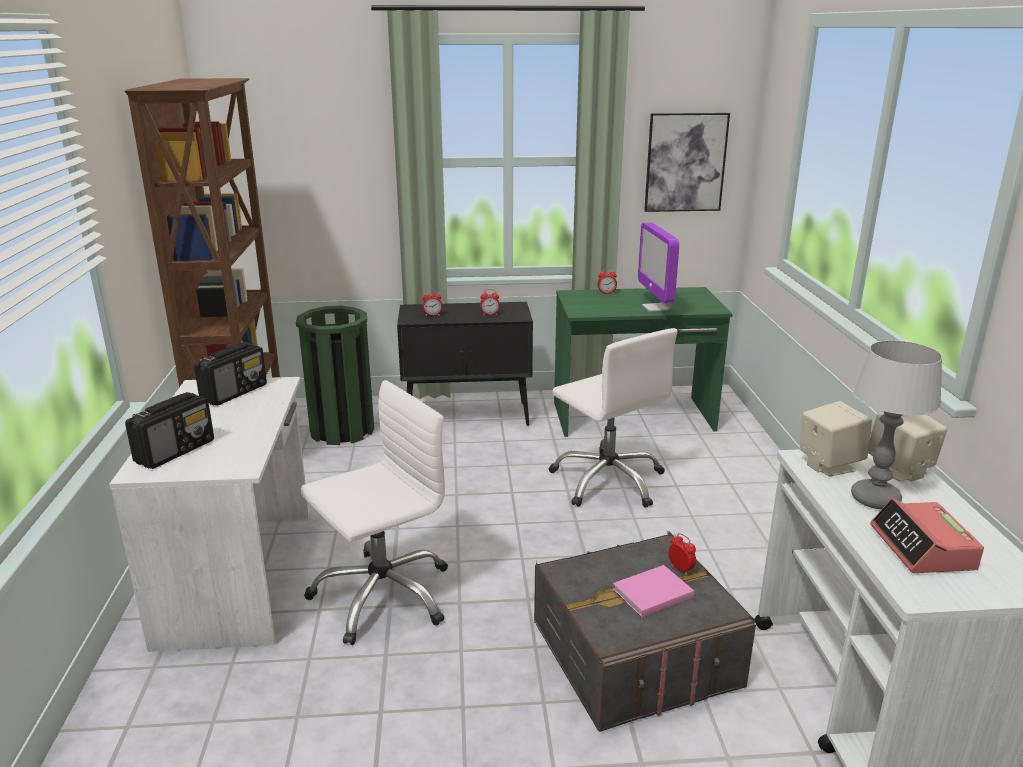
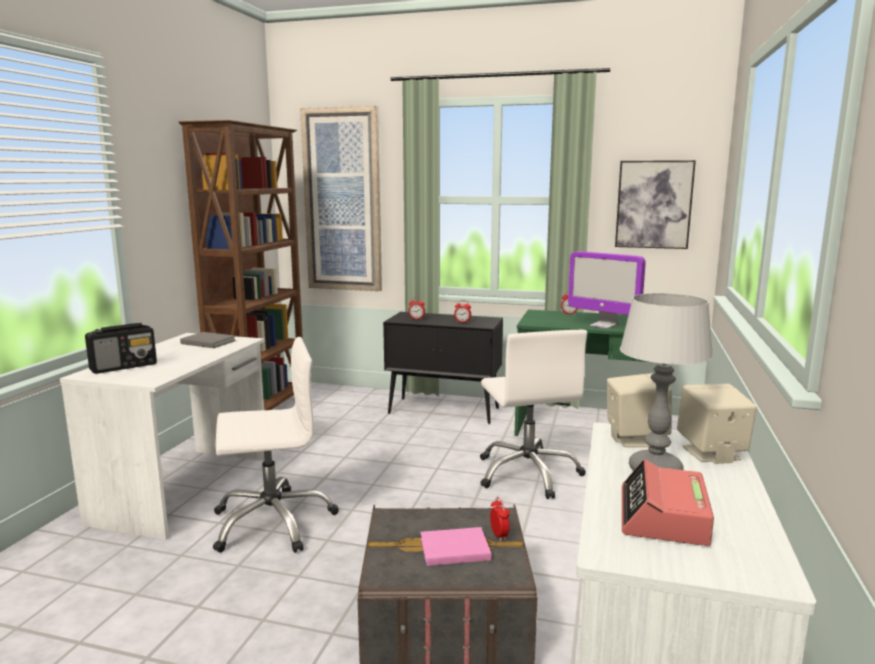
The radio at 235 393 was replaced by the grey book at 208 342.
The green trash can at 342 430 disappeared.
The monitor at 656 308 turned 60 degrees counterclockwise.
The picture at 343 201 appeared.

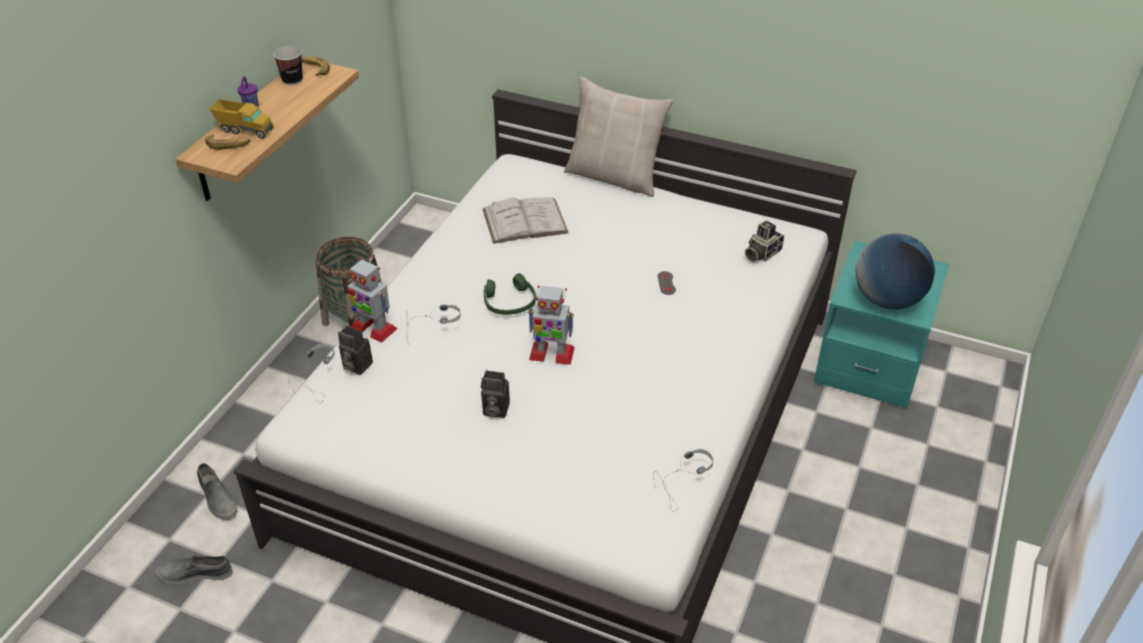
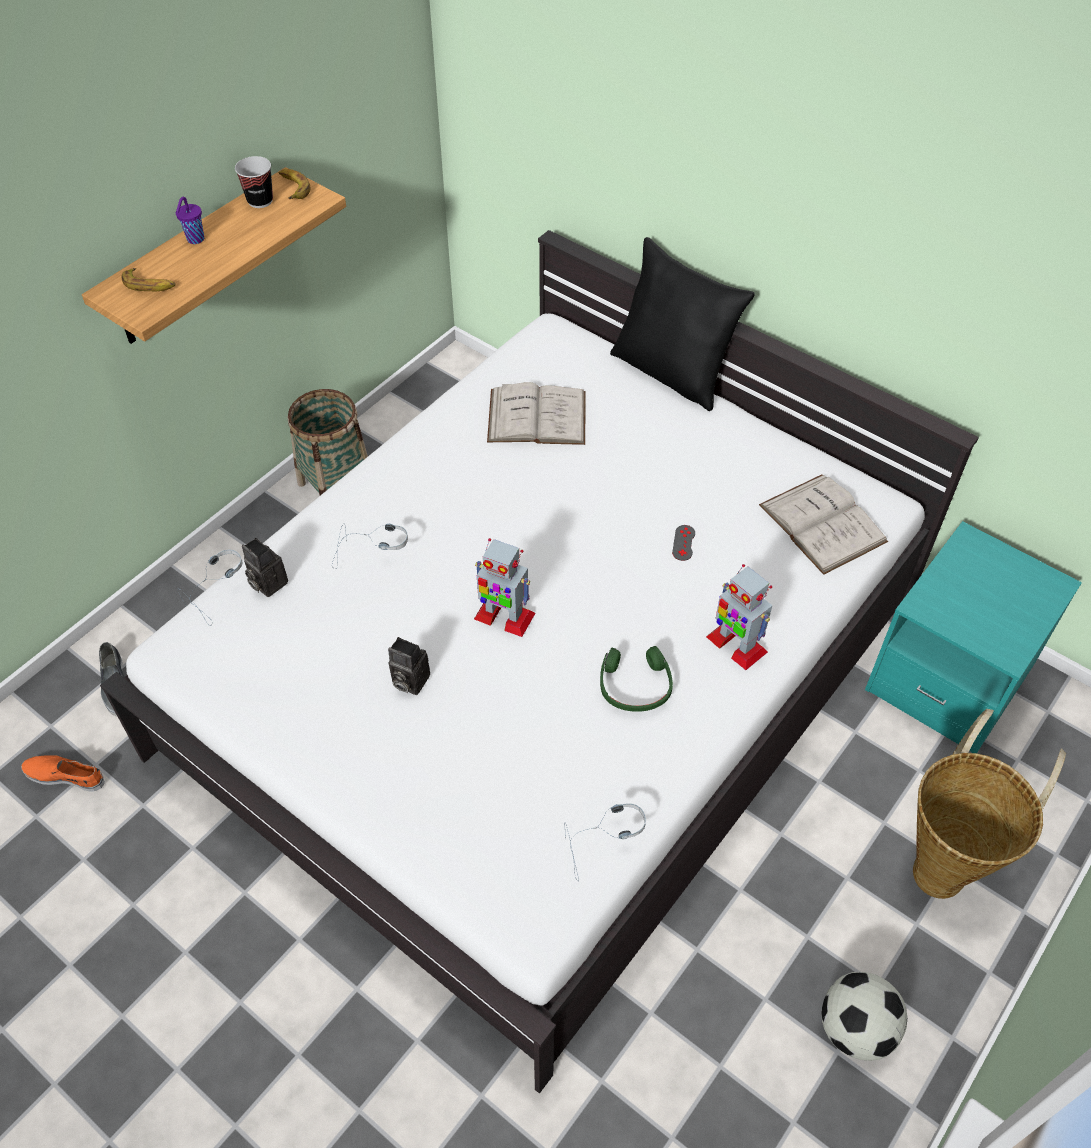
The grey shoe at 195 573 became the orange shoe at 65 775.
The toy truck at 244 130 disappeared.
The toy robot moved from 373 328 to 735 644.
The green headphones moved from 509 302 to 635 685.
The beige pillow at 615 176 became the black pillow at 672 372.
The photo camera at 761 253 was replaced by the white book at 822 523.
The globe at 887 300 disappeared.
The football at 855 1028 appeared.
The basket at 944 866 appeared.

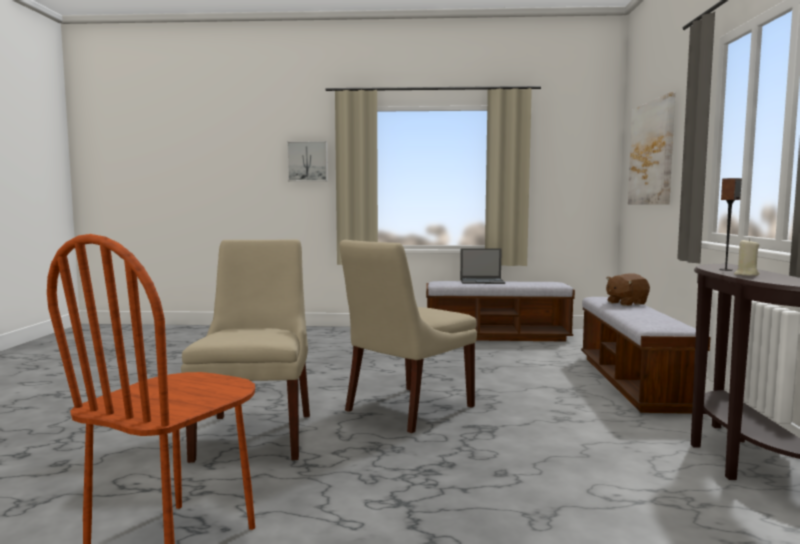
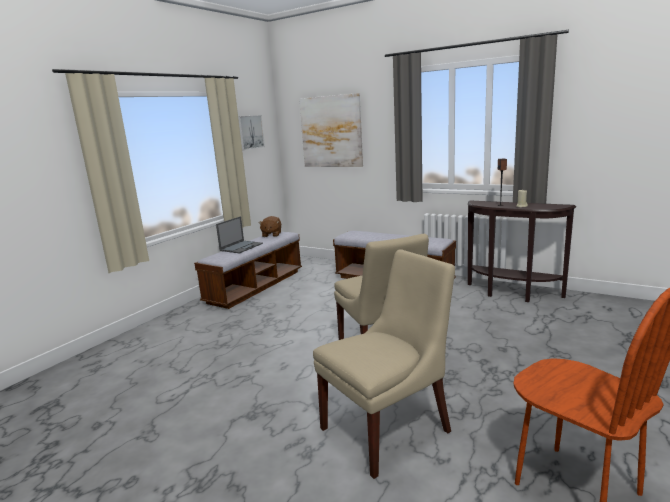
The beige chair at 256 435 turned 120 degrees clockwise.
The picture moved from 307 161 to 249 132.
The brown plush toy moved from 626 303 to 271 234.

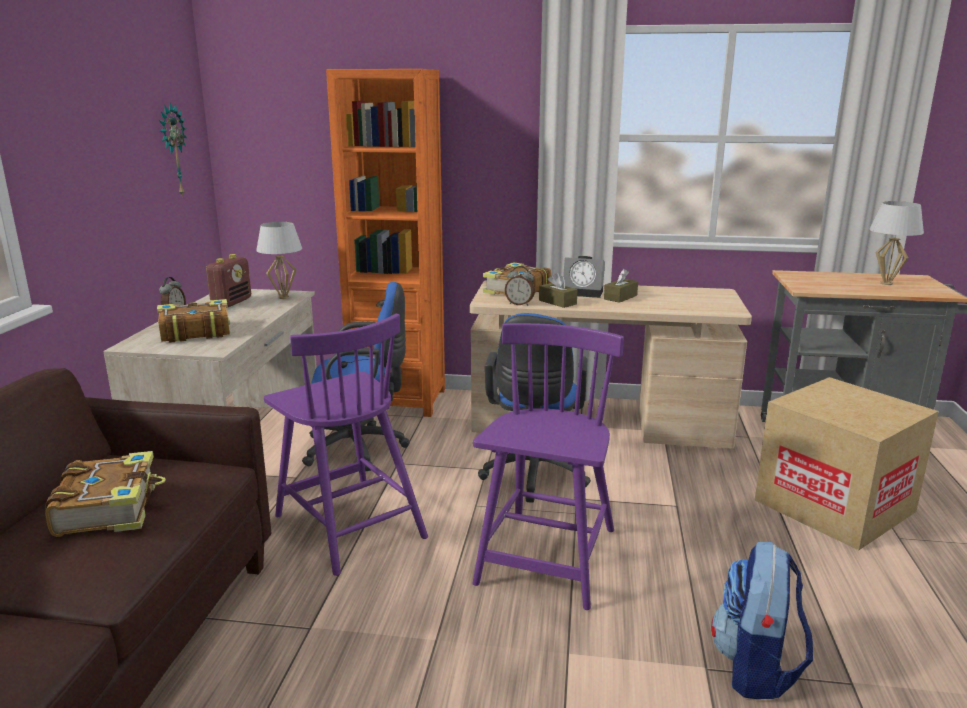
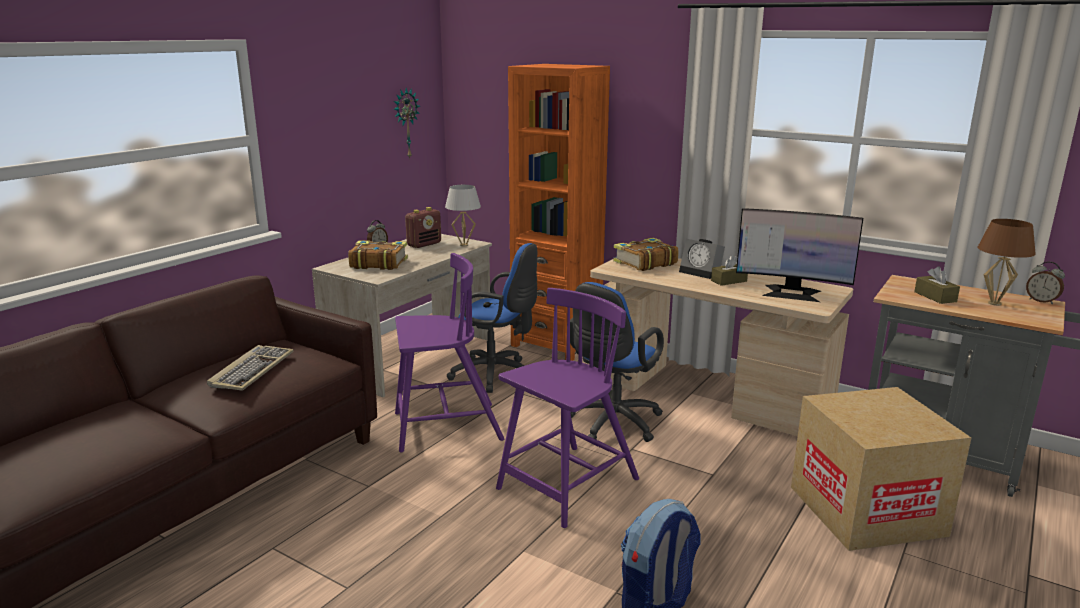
The book at 110 508 was replaced by the keyboard at 251 370.
The purple chair at 348 525 turned 90 degrees counterclockwise.
The alarm clock moved from 519 304 to 1041 301.
The brown tissue box moved from 557 302 to 935 297.
The white table lamp at 886 283 became the brown table lamp at 994 303.
The monitor at 791 293 appeared.

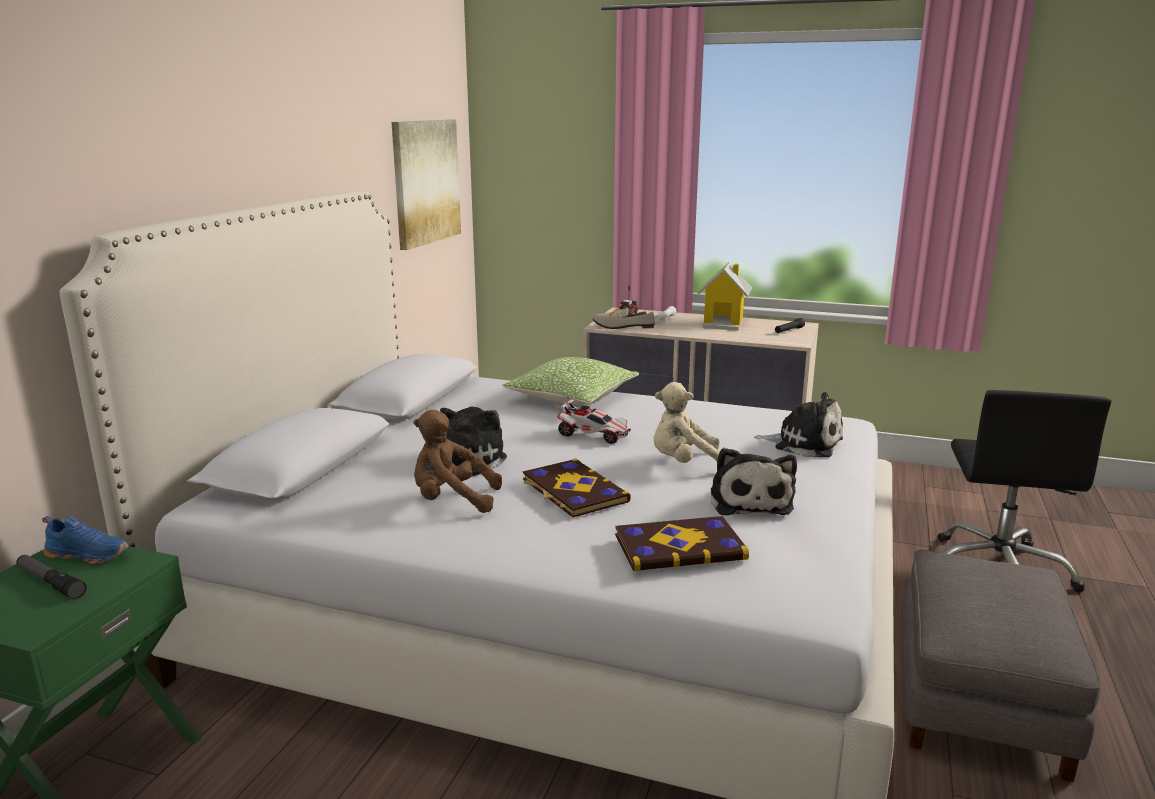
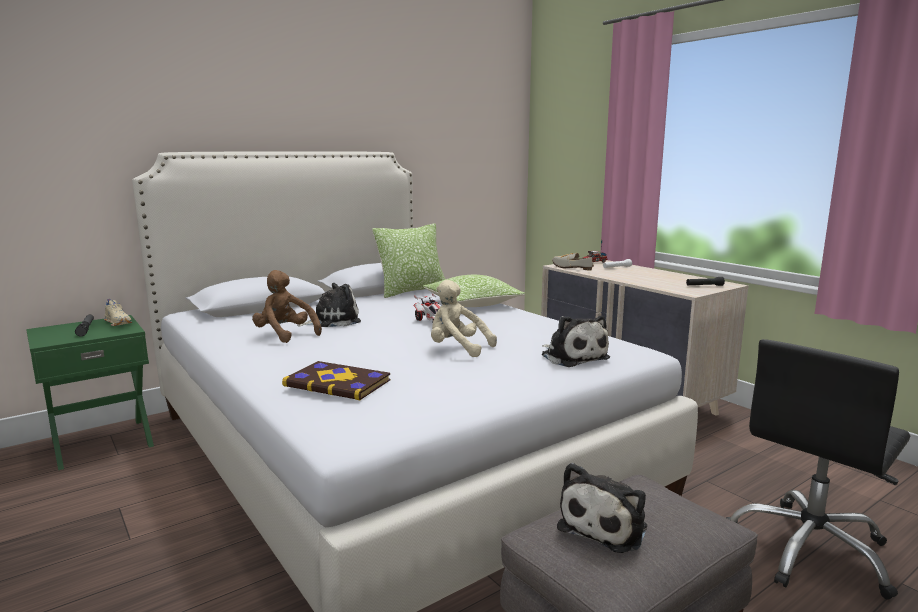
The blue shoe at 89 554 became the beige shoe at 119 323.
The picture at 425 182 disappeared.
The book at 573 491 disappeared.
The toy house at 724 323 disappeared.
The plush toy moved from 749 501 to 605 526.
The pillow at 412 291 appeared.

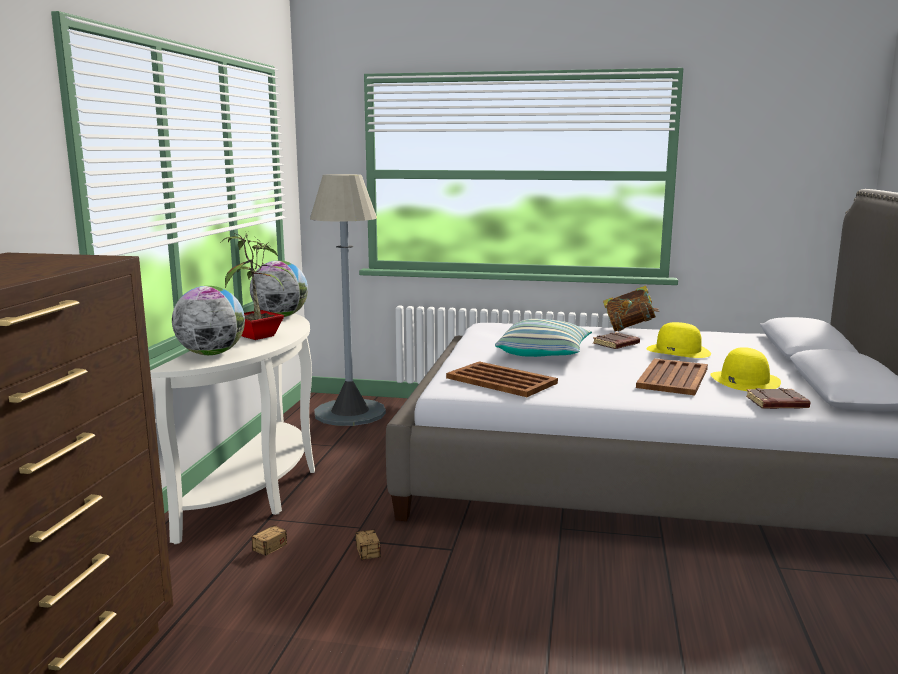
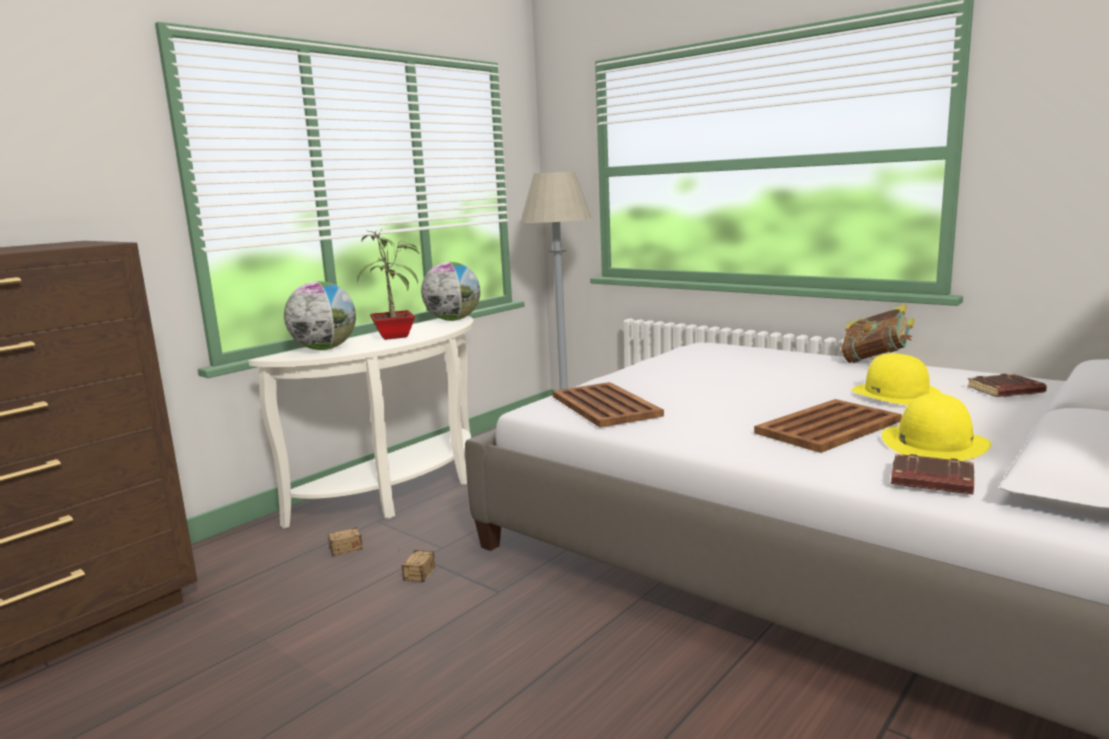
The pillow at 544 354 disappeared.
The brown book moved from 616 344 to 1005 391.

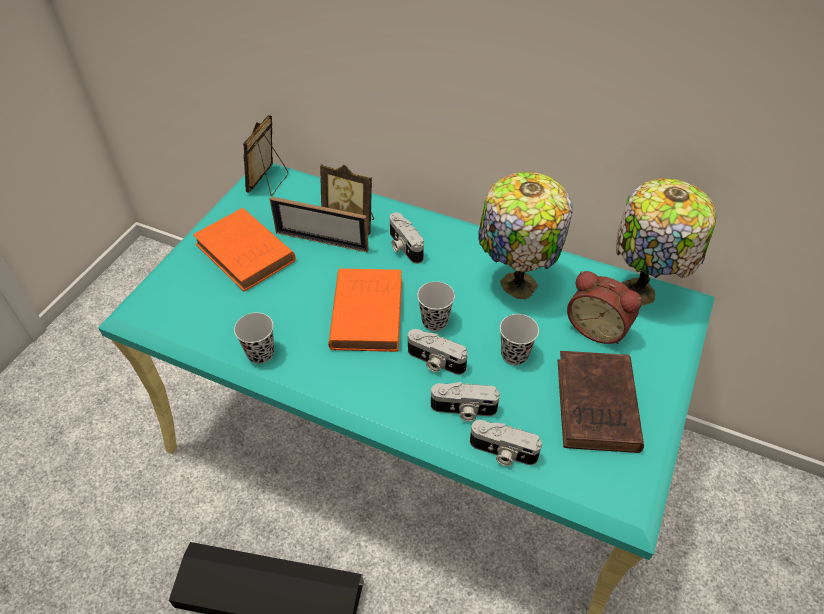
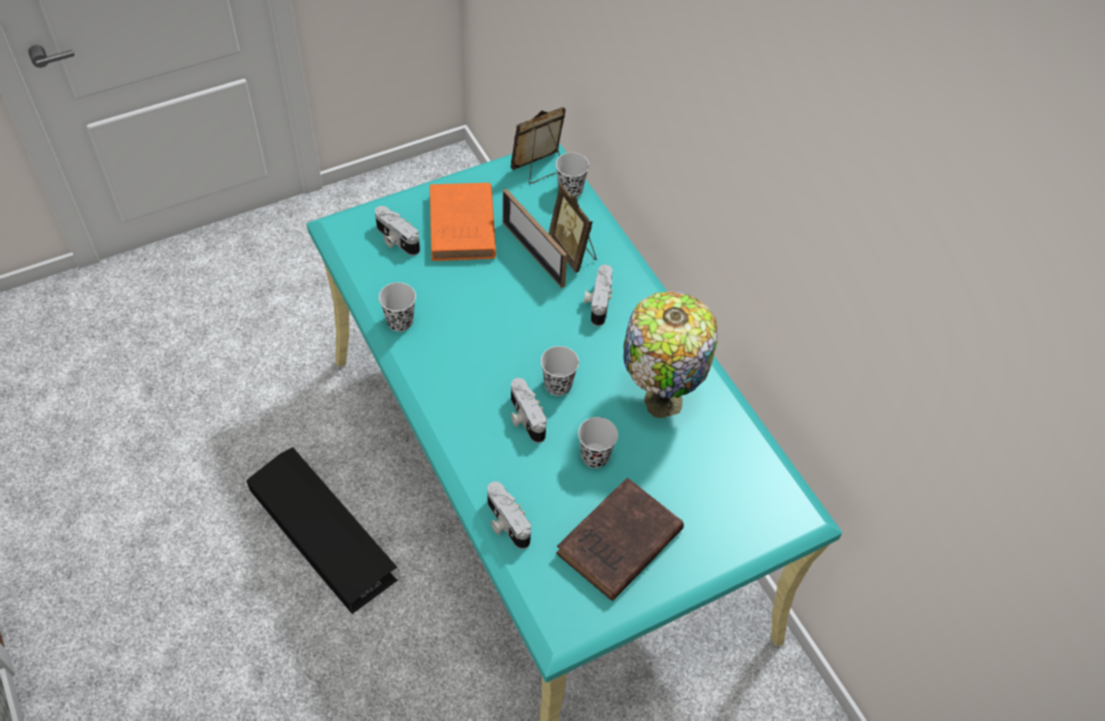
The orange book at 367 311 disappeared.
The photo camera moved from 463 410 to 395 240.
The alarm clock at 598 327 disappeared.
The table lamp at 640 293 disappeared.
The black cup at 570 190 appeared.

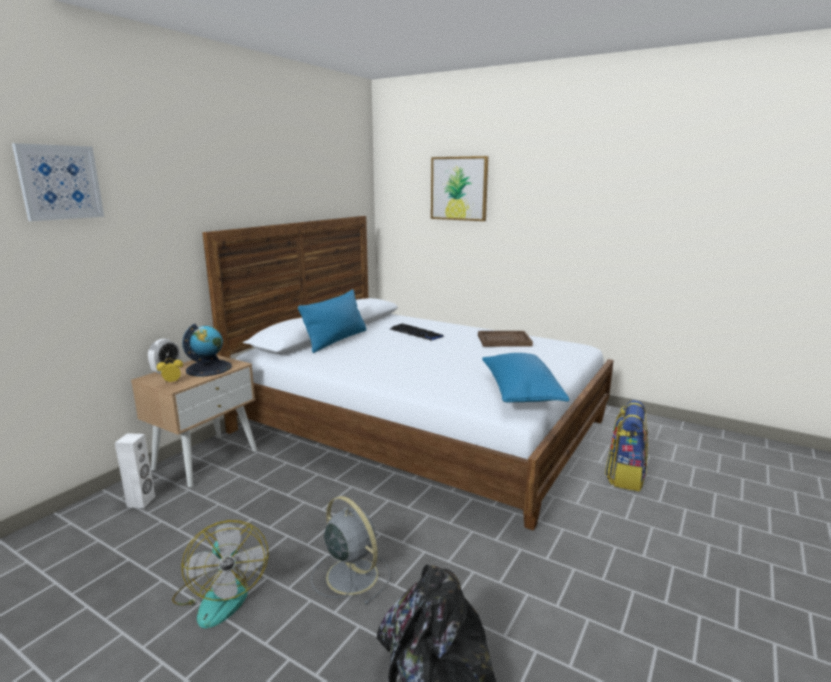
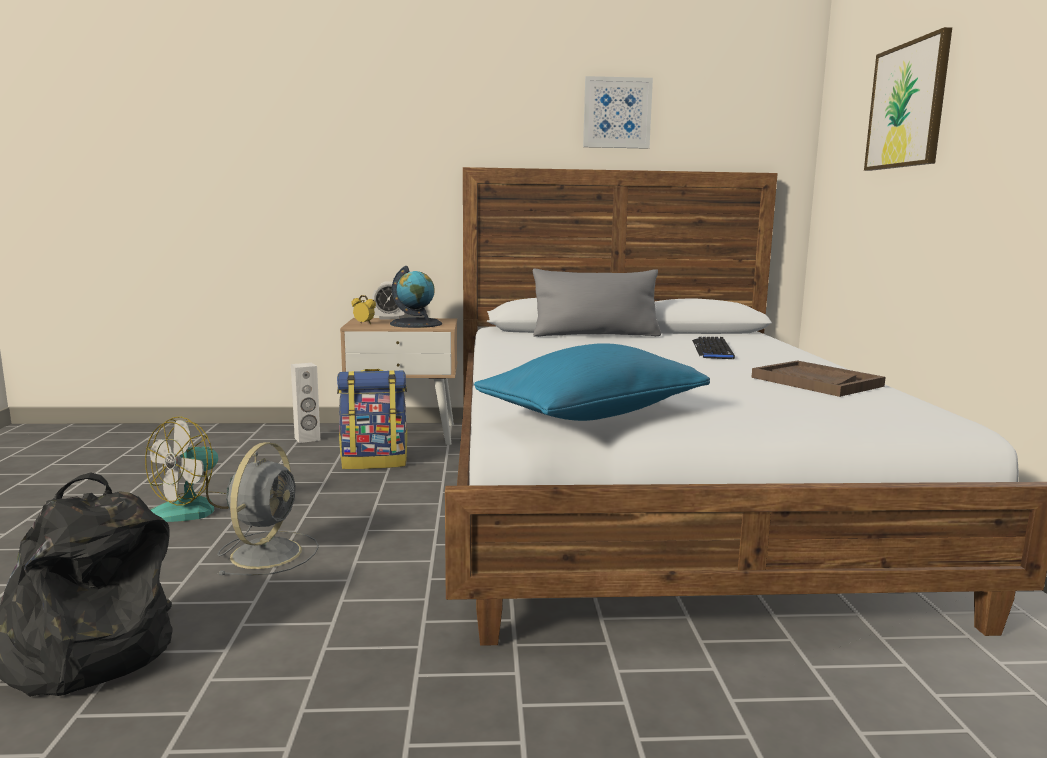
The picture moved from 59 182 to 617 113.
The blue pillow at 336 340 became the grey pillow at 596 335.
The backpack moved from 625 476 to 375 462.

